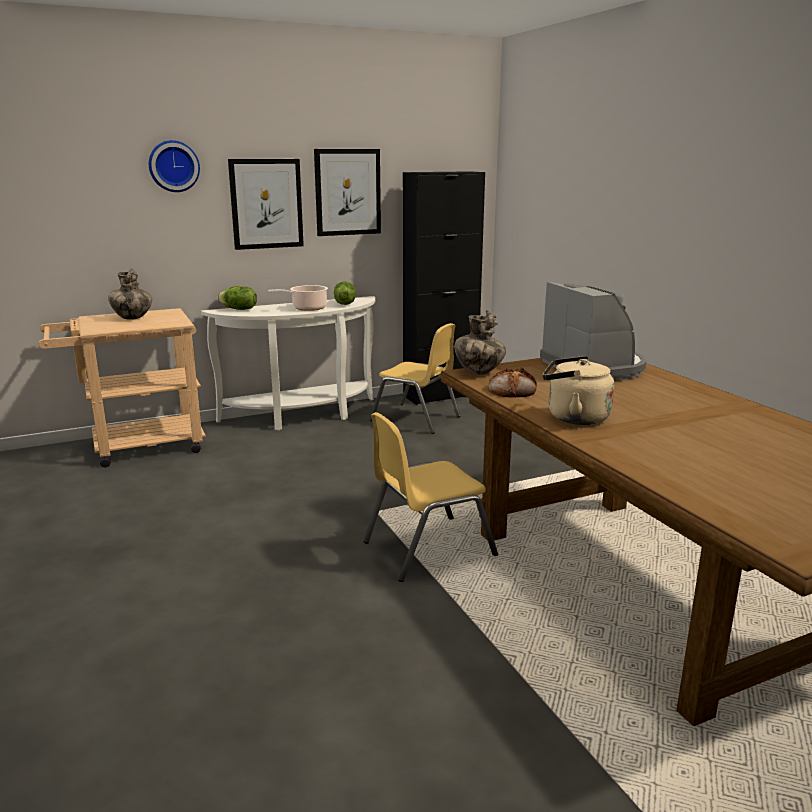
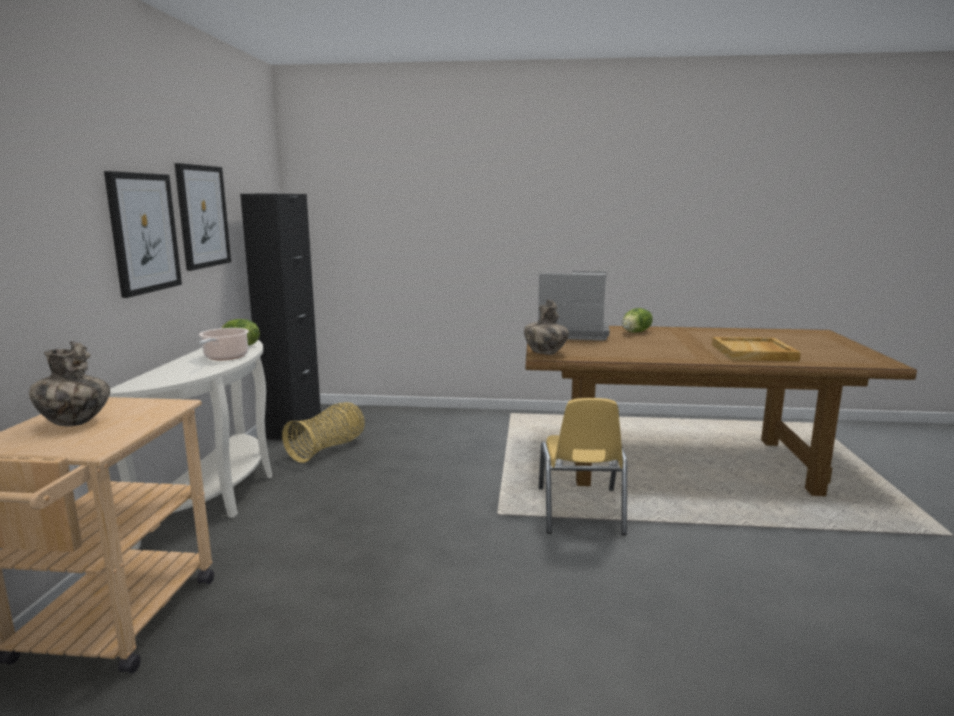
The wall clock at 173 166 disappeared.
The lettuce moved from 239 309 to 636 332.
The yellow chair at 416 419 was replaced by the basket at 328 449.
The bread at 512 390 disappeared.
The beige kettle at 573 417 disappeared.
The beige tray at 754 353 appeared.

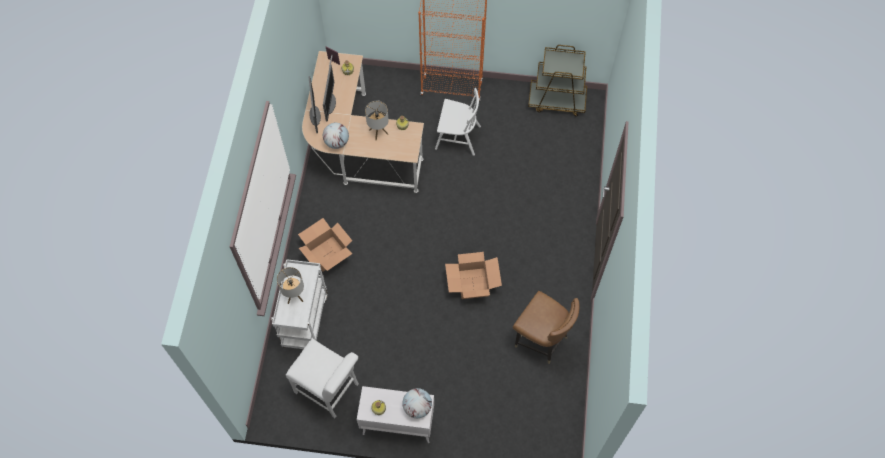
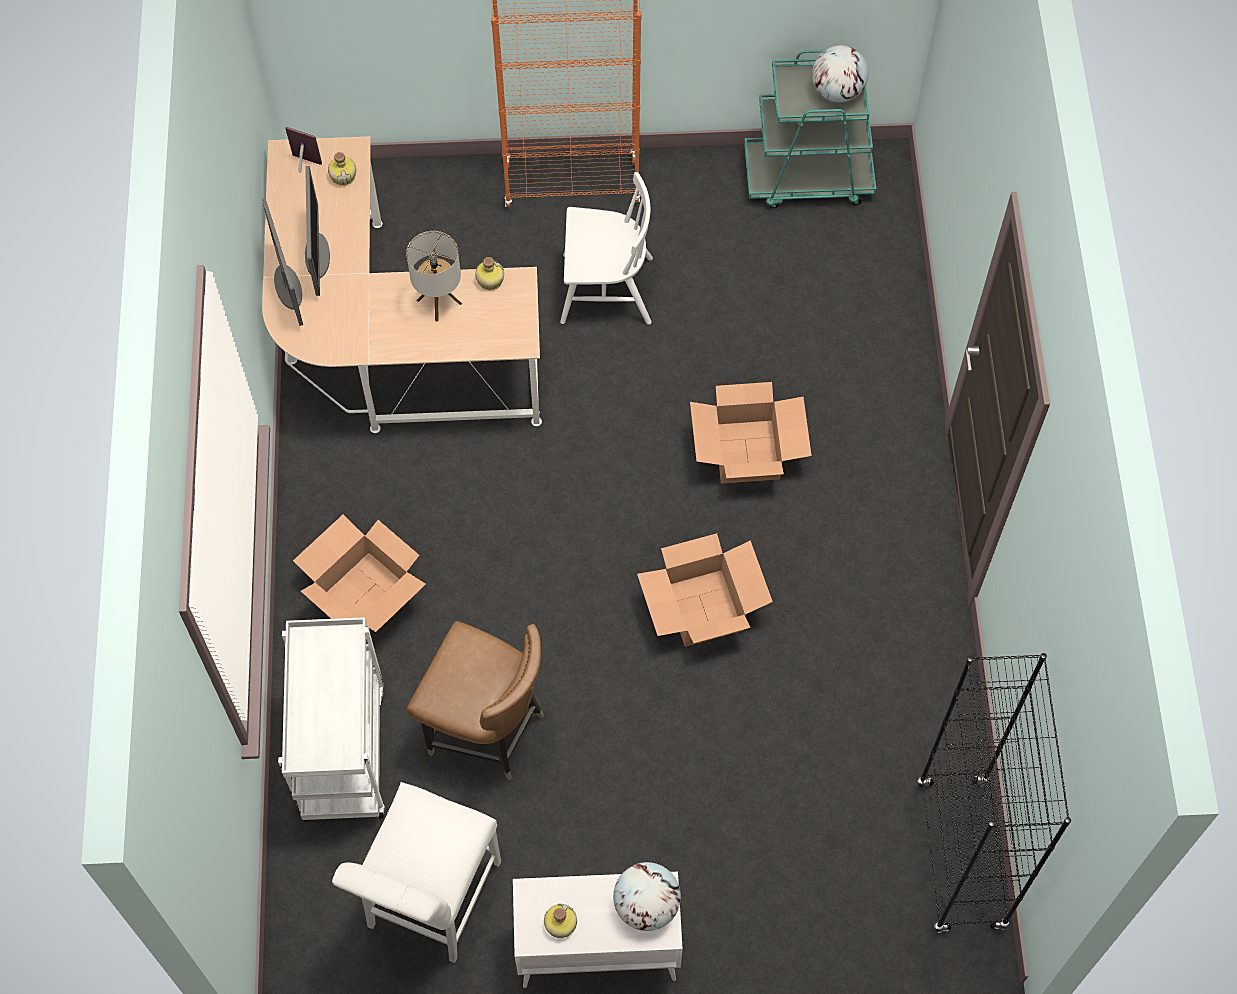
The table lamp at 294 295 disappeared.
The white chair at 329 390 turned 90 degrees clockwise.
The globe moved from 336 142 to 837 91.
The brown chair moved from 541 340 to 487 730.
The brown cart at 557 101 became the turquoise cart at 808 177.
The cardboard box at 747 451 appeared.
The black bookcase at 960 855 appeared.

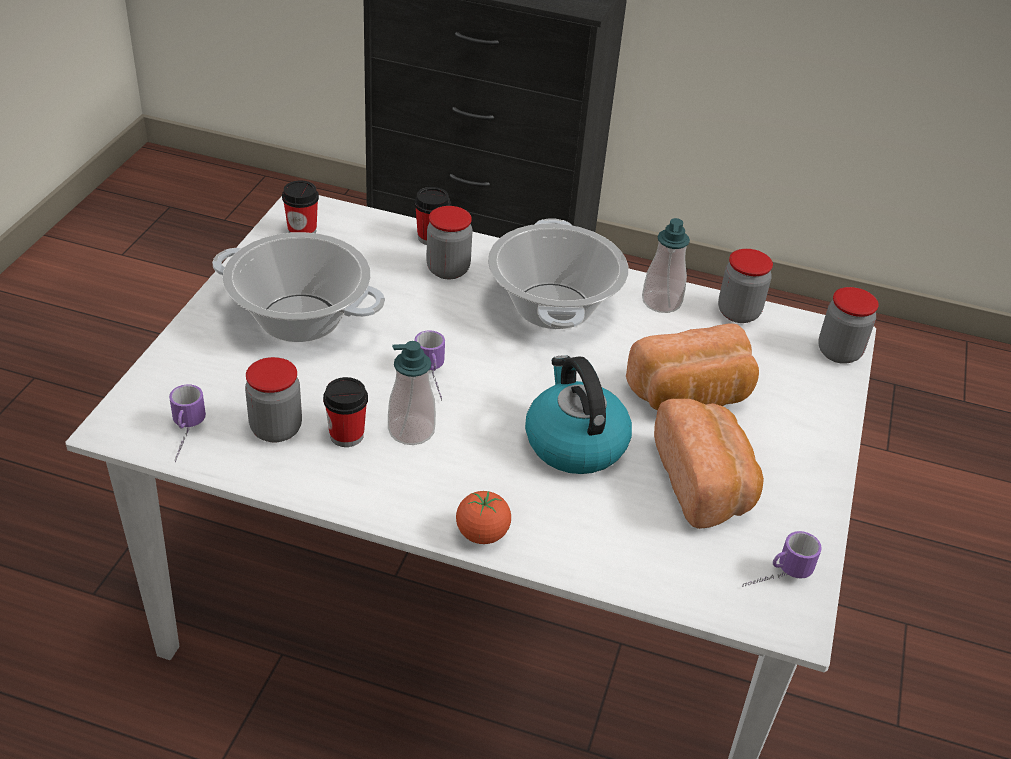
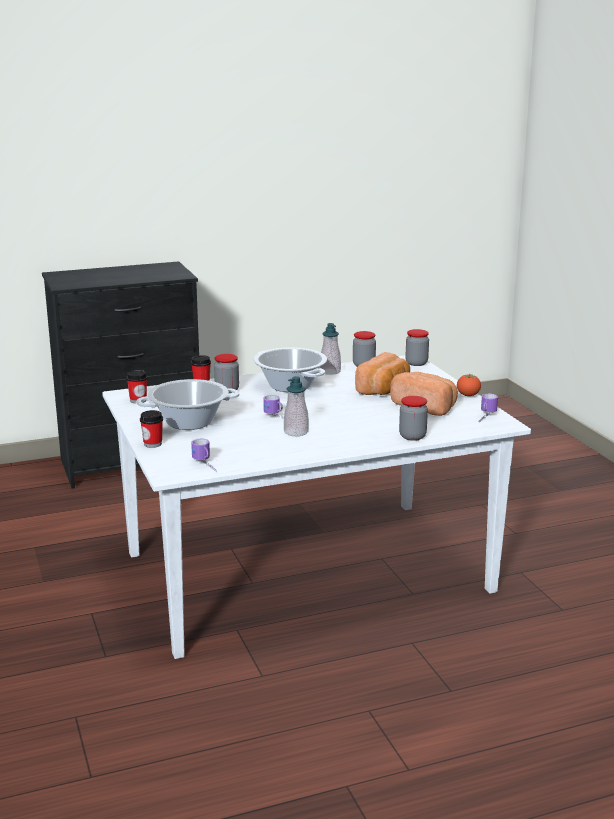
The jar moved from 276 429 to 412 436.
The cup moved from 346 435 to 152 444.
The tomato moved from 482 534 to 468 395.
The kettle at 574 442 disappeared.

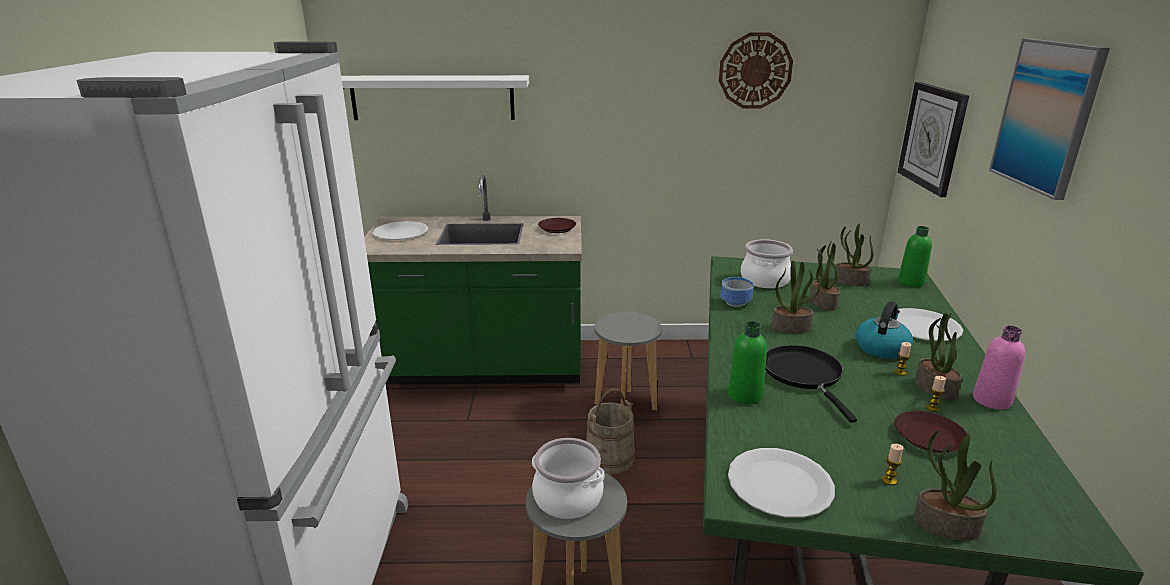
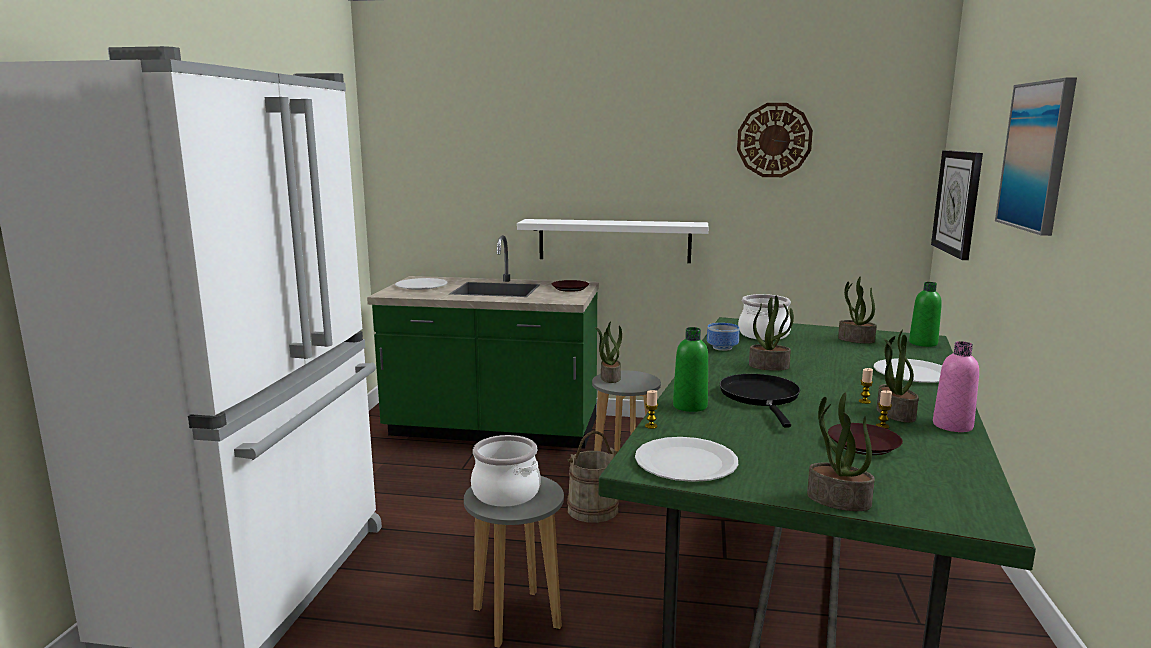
The white shelf moved from 432 97 to 614 240.
The potted plant moved from 822 302 to 610 377.
The kettle at 881 348 disappeared.
The candle moved from 889 480 to 651 426.

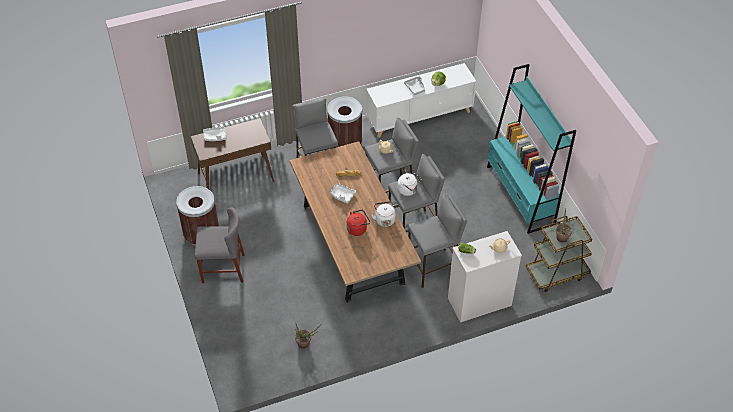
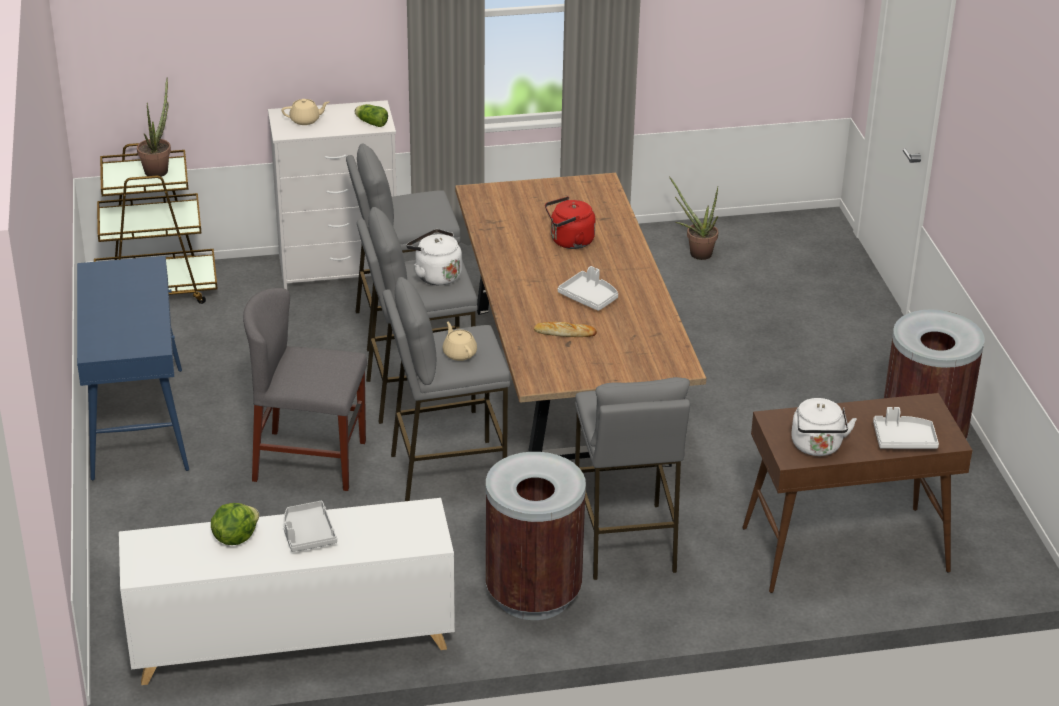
The grey chair moved from 223 268 to 310 461.
The white kettle moved from 384 219 to 817 447.
The turquoise bookcase at 520 195 was replaced by the blue console table at 137 423.

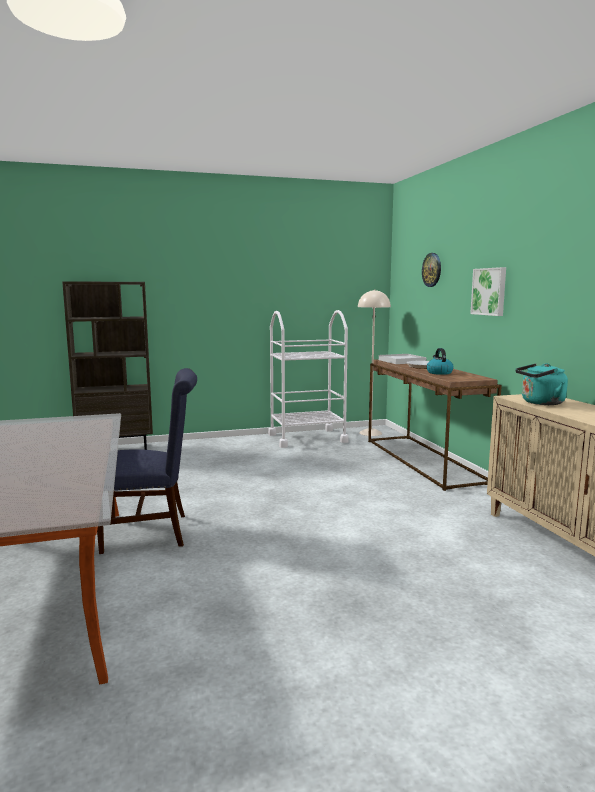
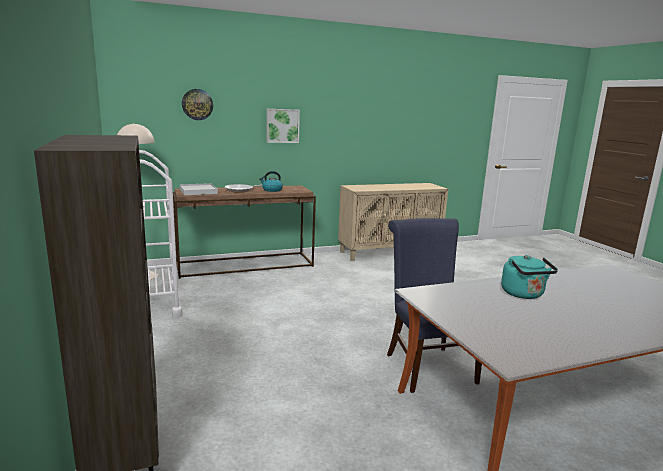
The turquoise kettle moved from 540 403 to 524 294.

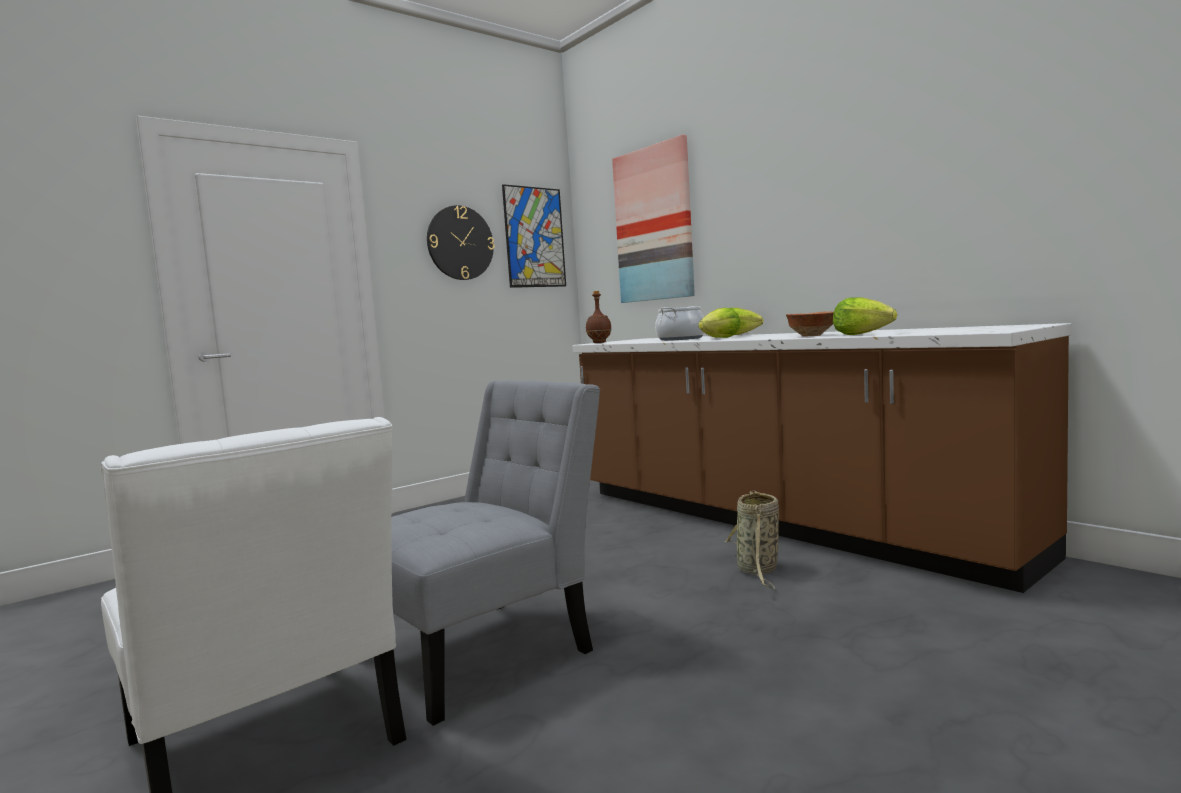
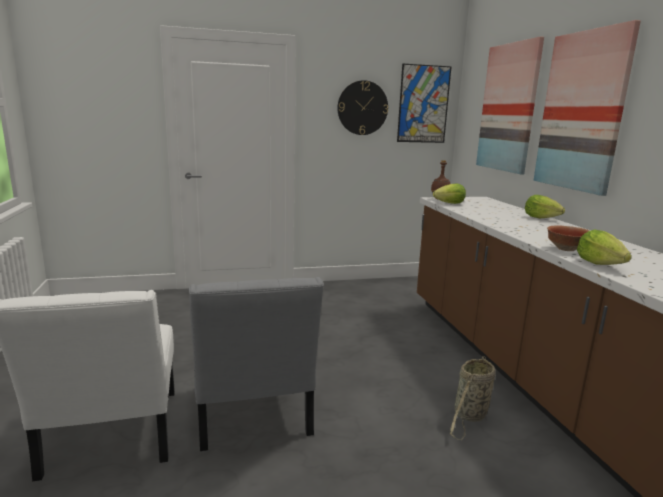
The grey chair at 486 651 turned 90 degrees clockwise.
The cooking pot at 680 339 disappeared.
The lettuce moved from 721 338 to 450 203.
The picture at 582 112 appeared.

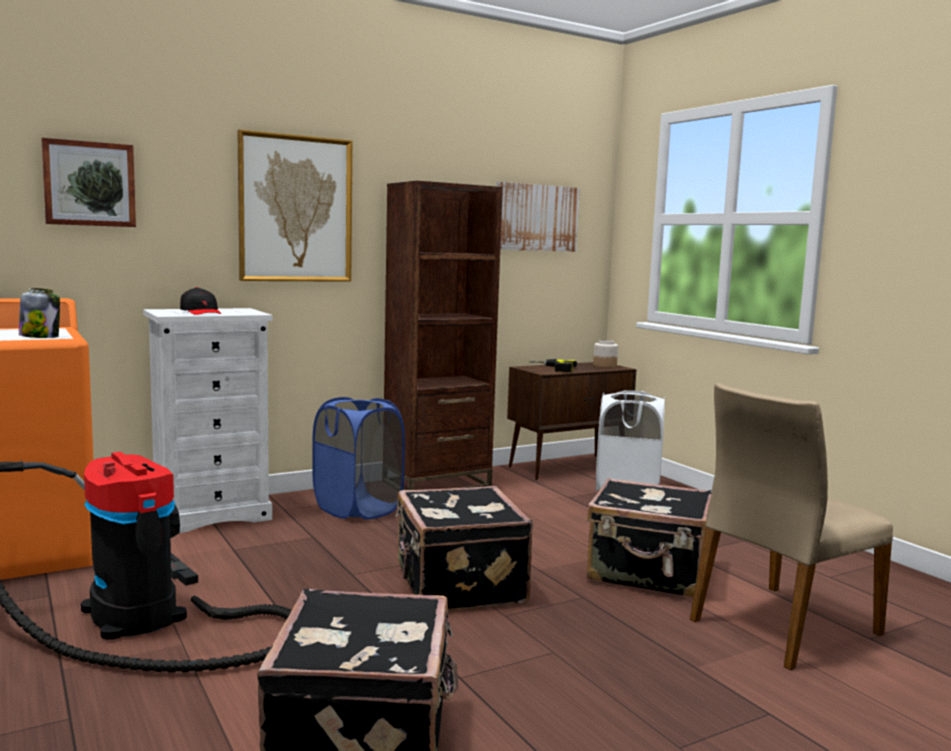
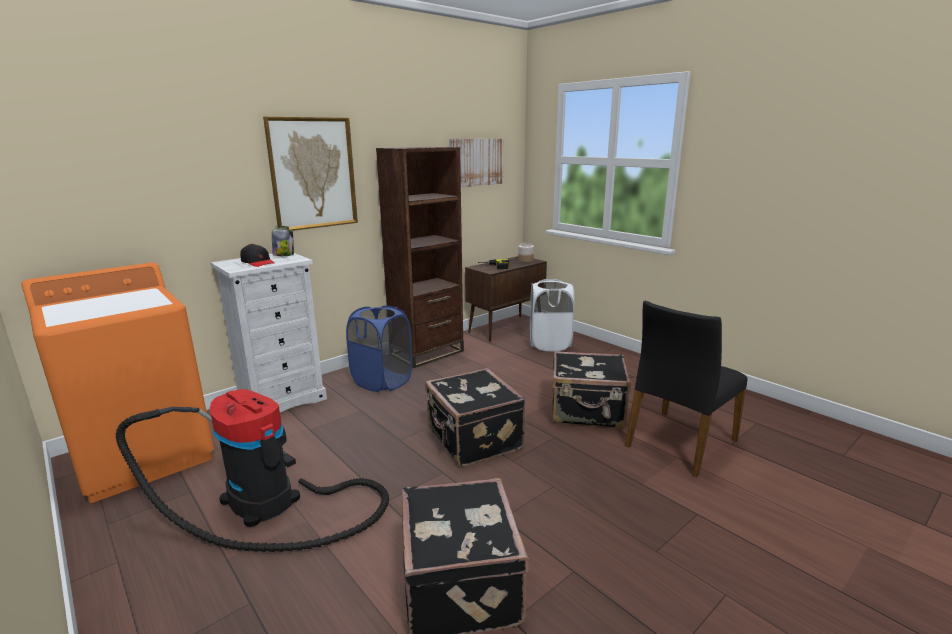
The jar moved from 40 337 to 283 255.
The picture at 89 184 disappeared.
The beige chair at 781 626 became the black chair at 679 442.

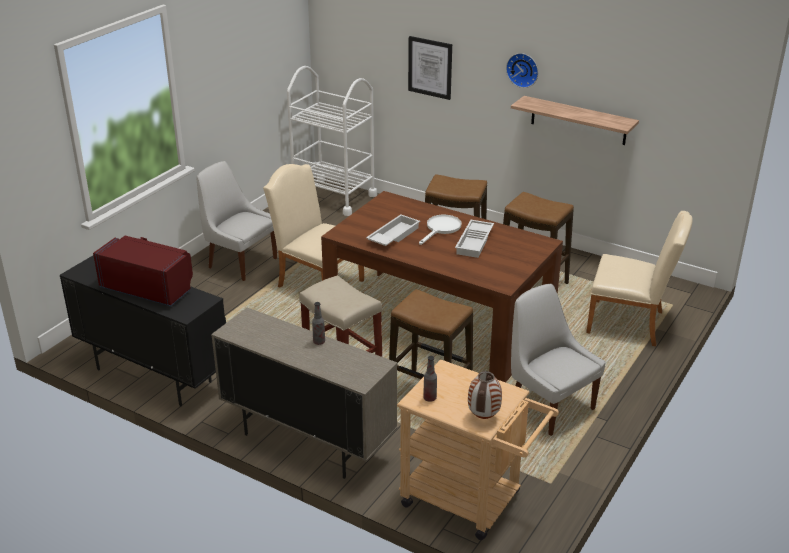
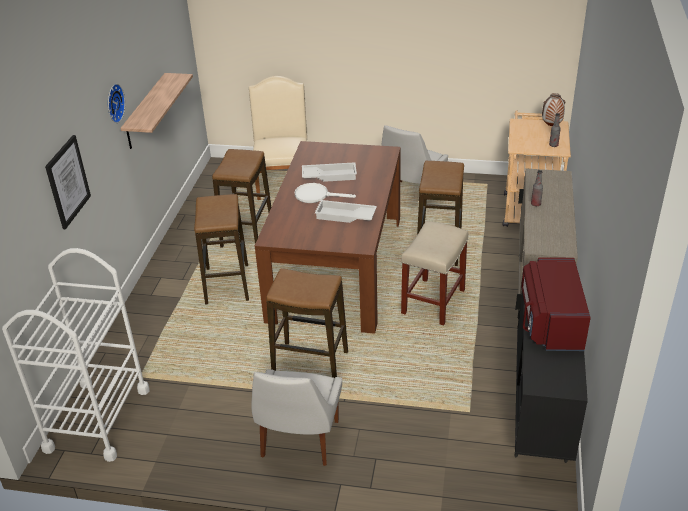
The beige chair at 316 282 was replaced by the stool at 310 363.

